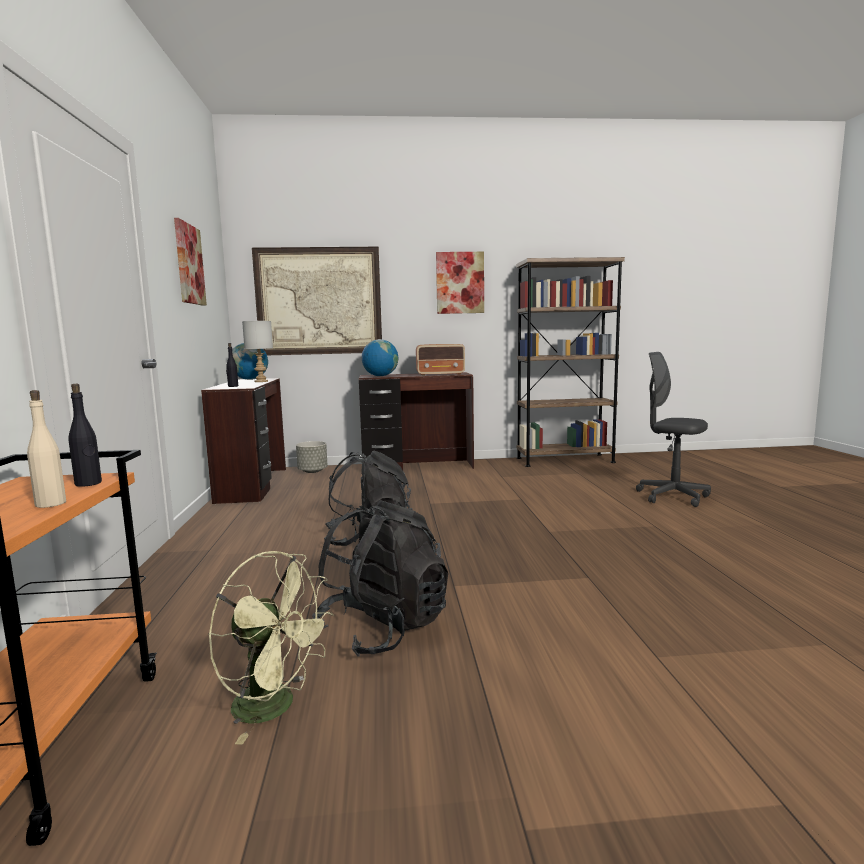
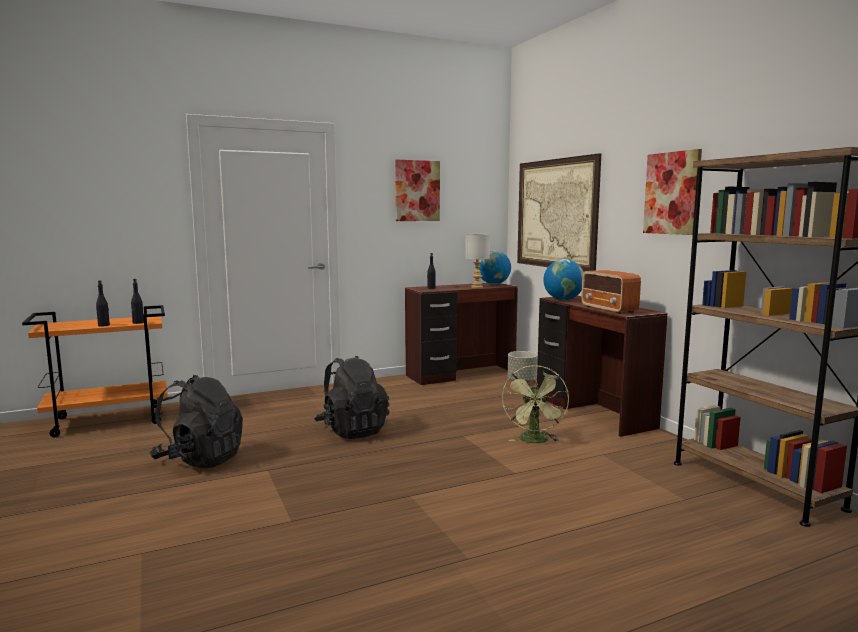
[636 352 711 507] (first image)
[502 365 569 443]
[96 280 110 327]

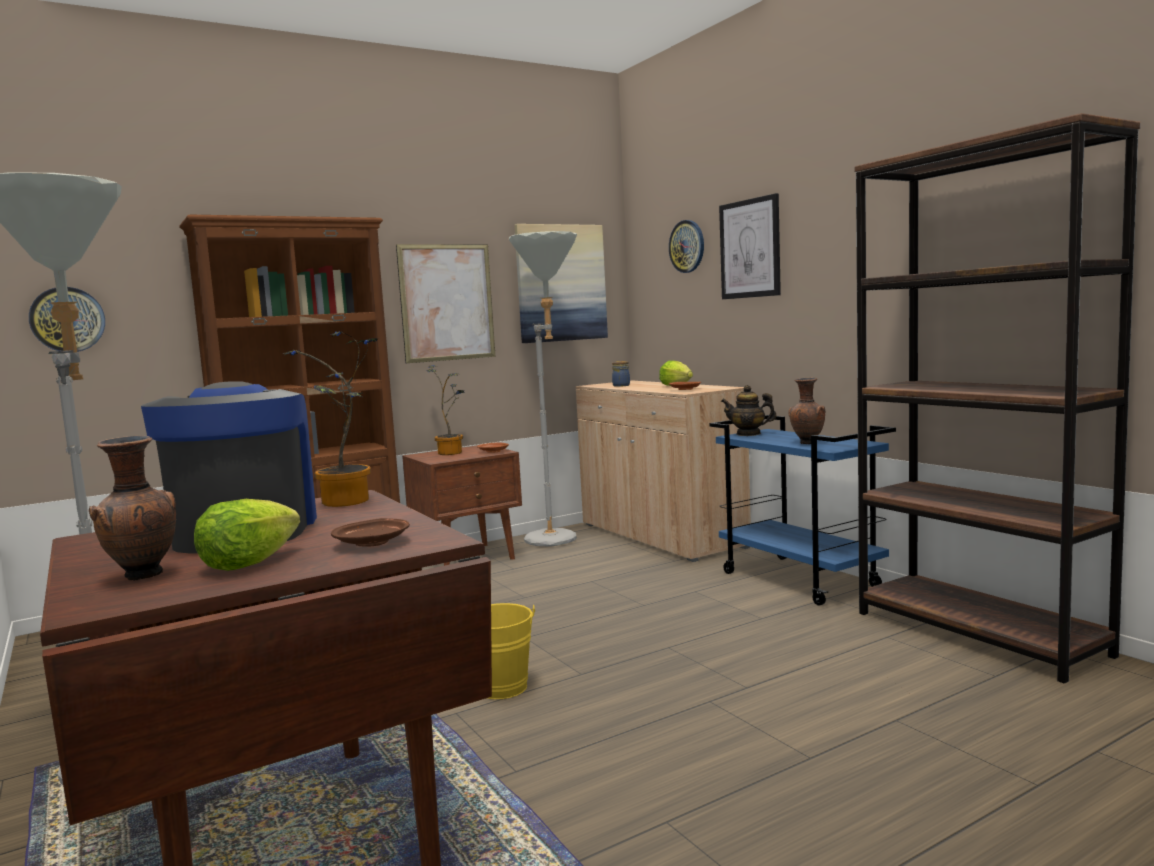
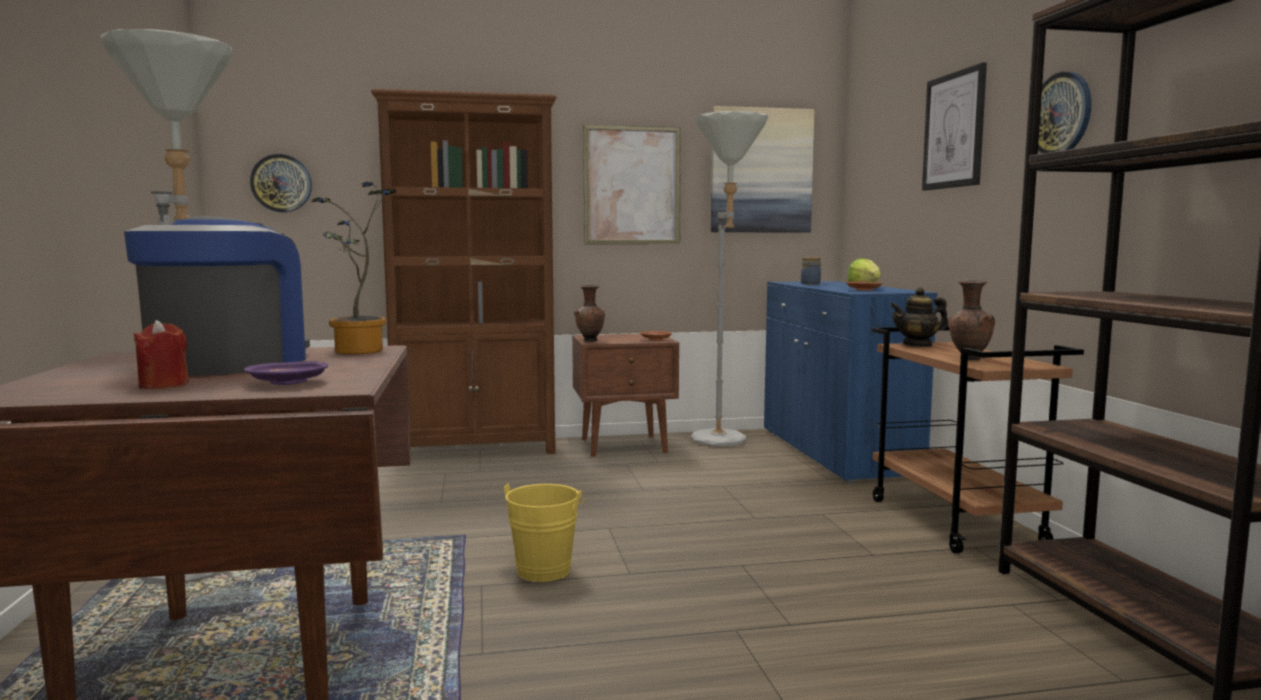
[427 365 464 455] (first image)
[574 285 605 342]
[1038 72 1092 154]
[133 320 189 389]
[244 361 328 385]
[764 281 938 484]
[871 326 1084 553]
[890 287 948 347]

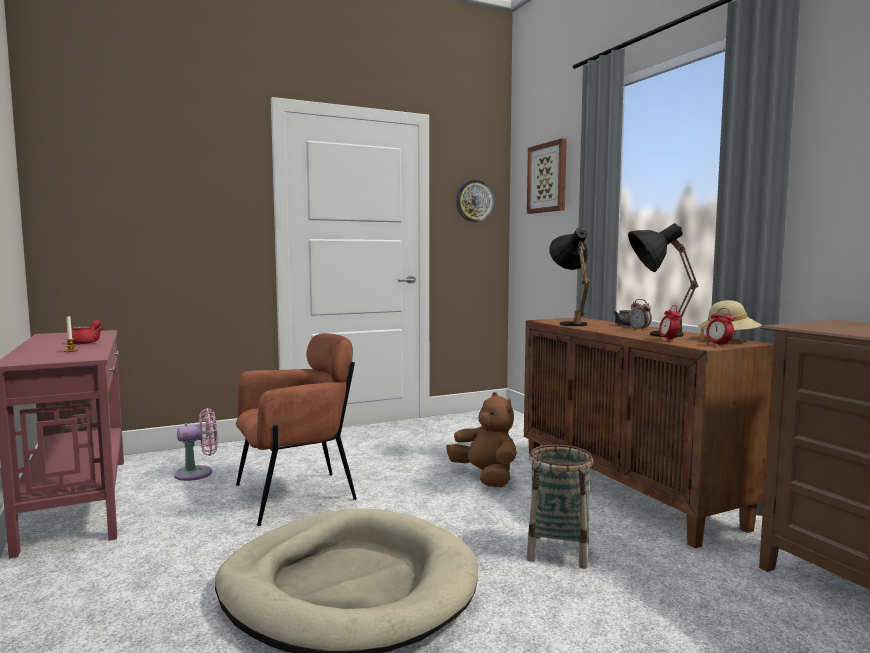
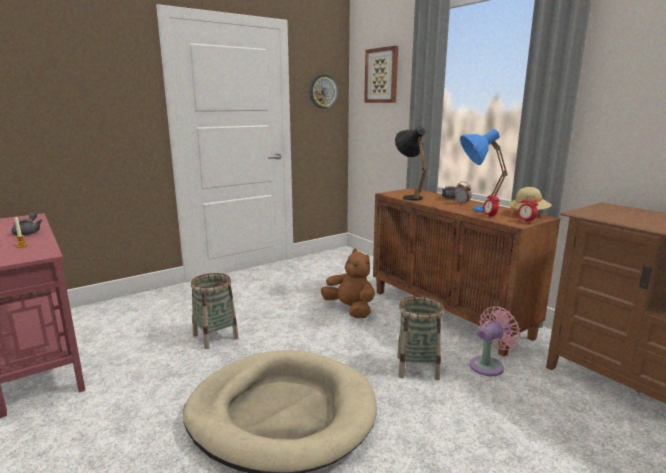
[469 306 521 376]
[191 273 239 349]
[12 212 42 236]
[460 129 508 212]

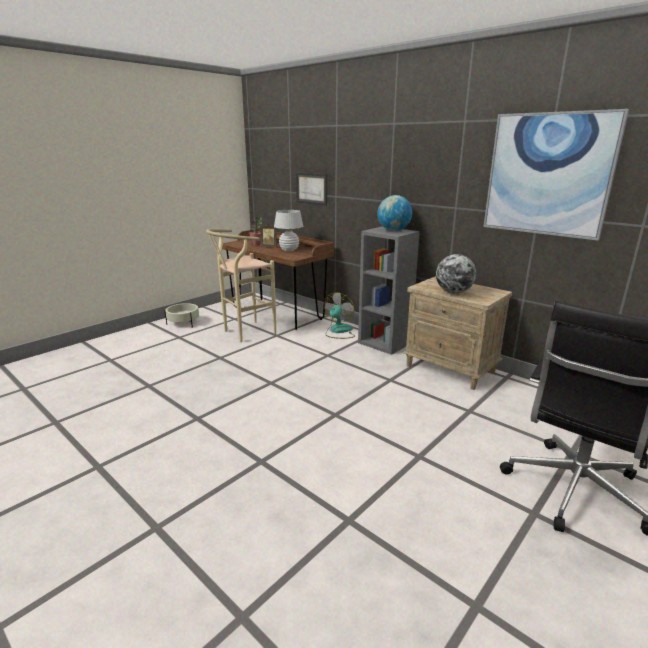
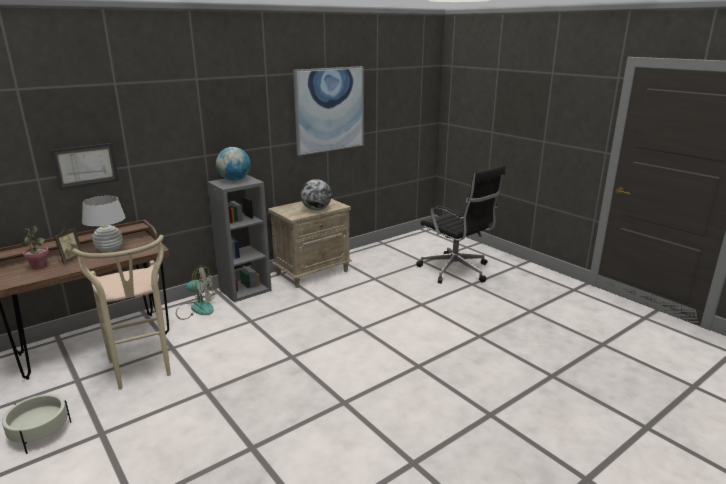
[176 265 216 320]

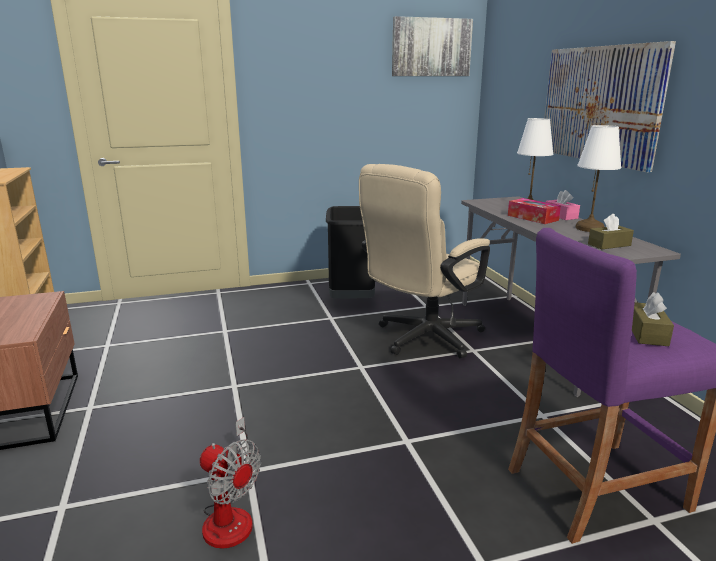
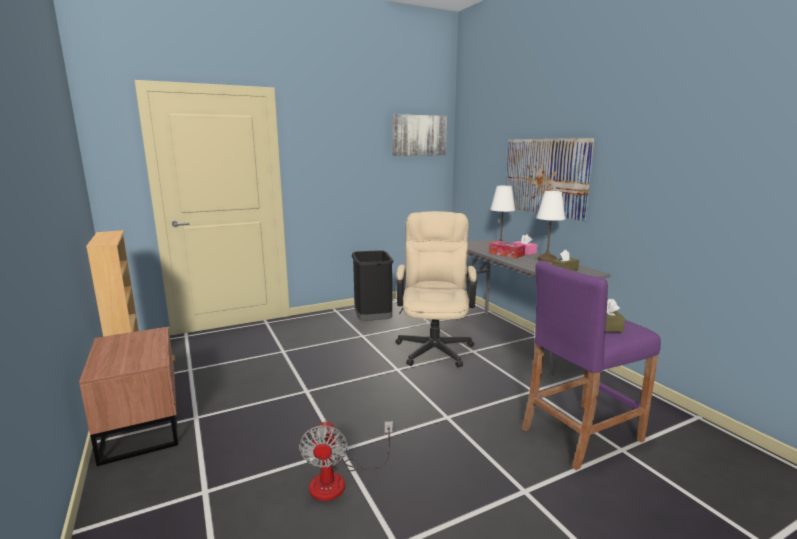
[299 421 393 501]
[395 211 477 368]

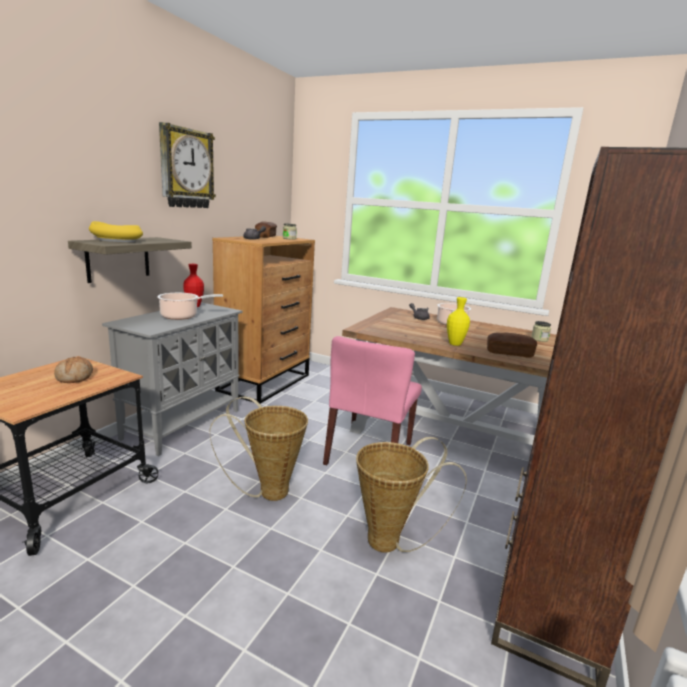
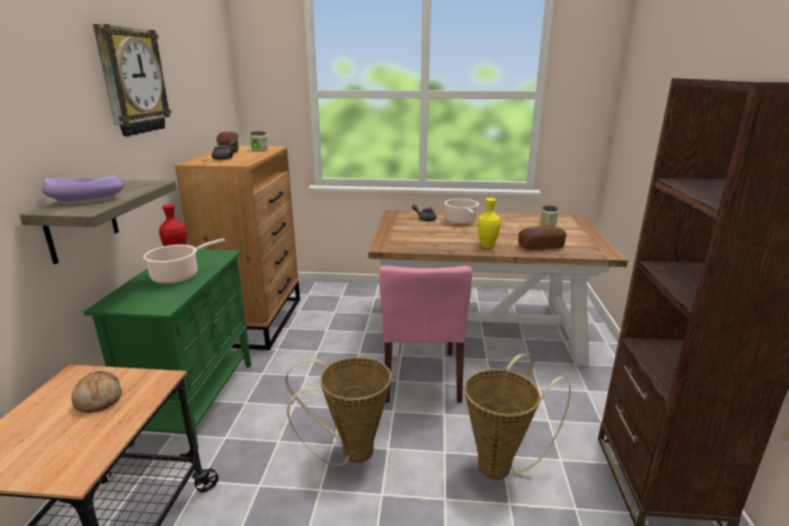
[42 175 123 204]
[83 249 251 448]

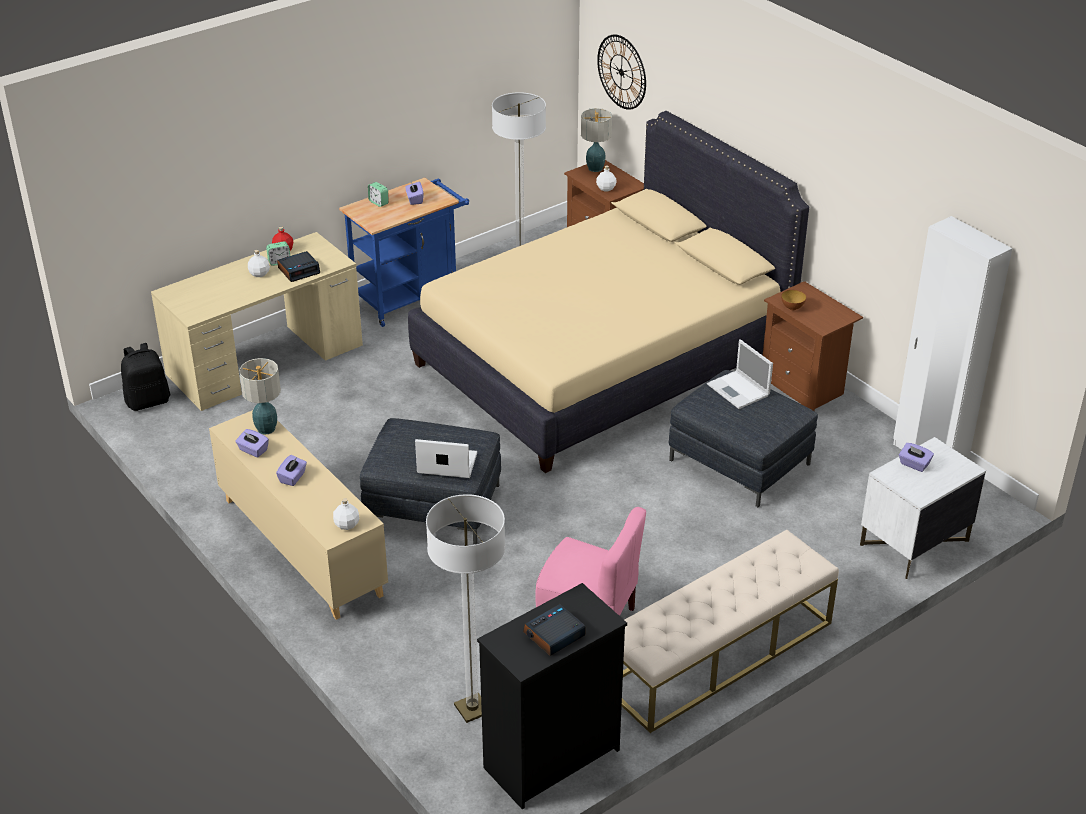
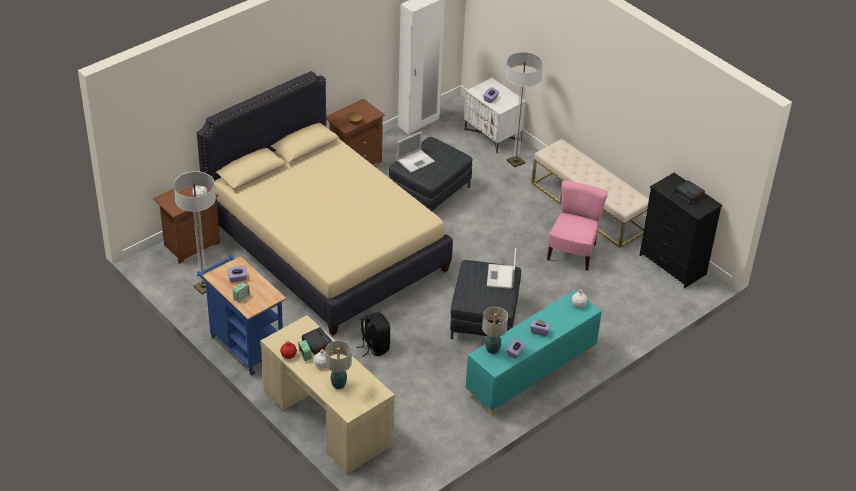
[597 35 646 110] (first image)
[356 312 390 357]
[506 52 543 167]
[325 340 352 389]
[466 290 602 416]

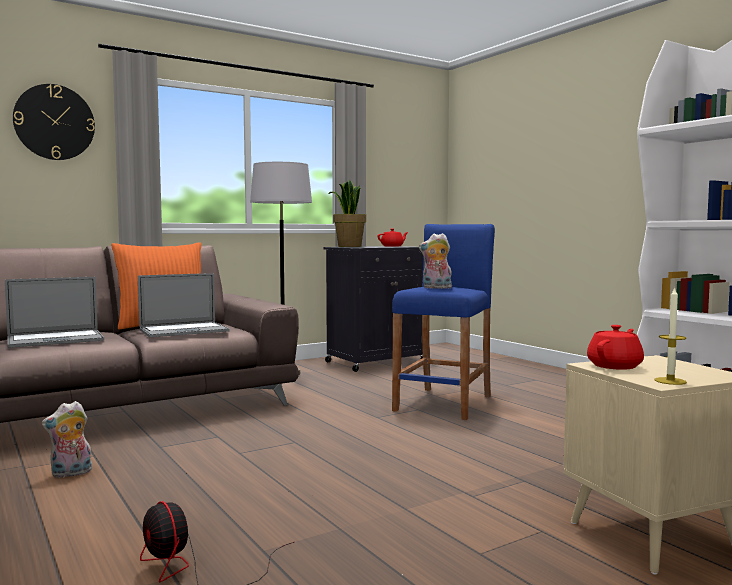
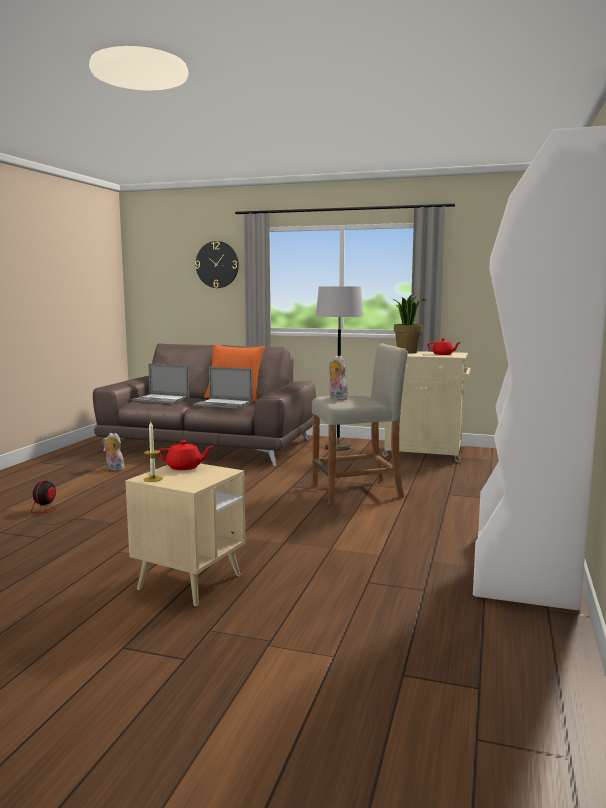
[382 351 471 462]
[312 343 408 505]

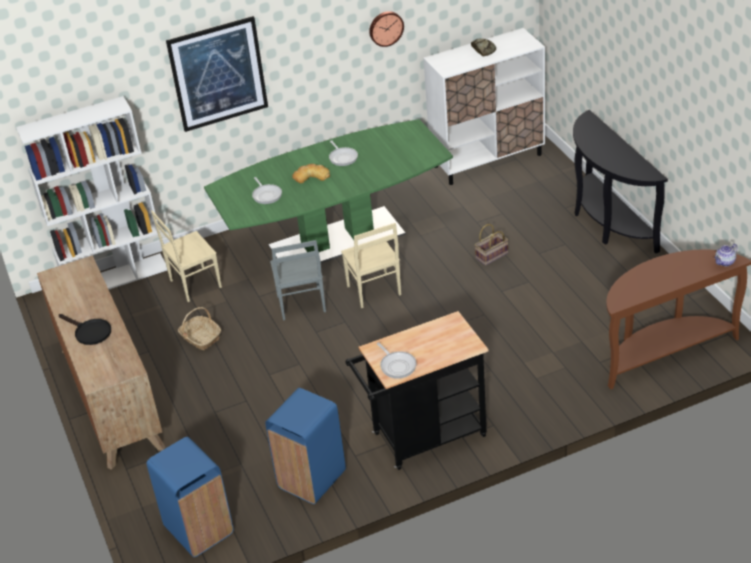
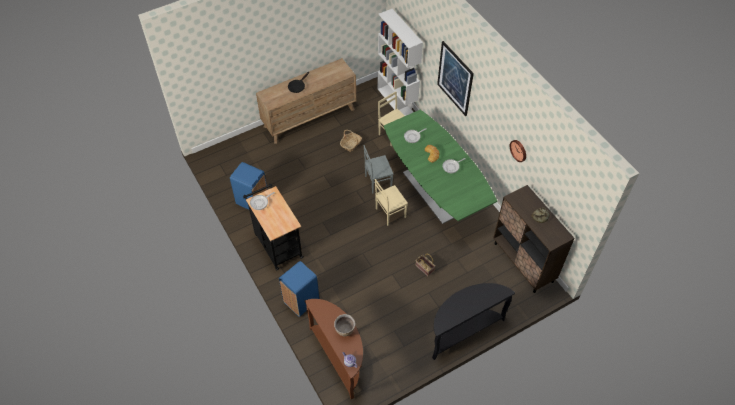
[334 314 355 336]
[279 261 319 317]
[493 185 575 293]

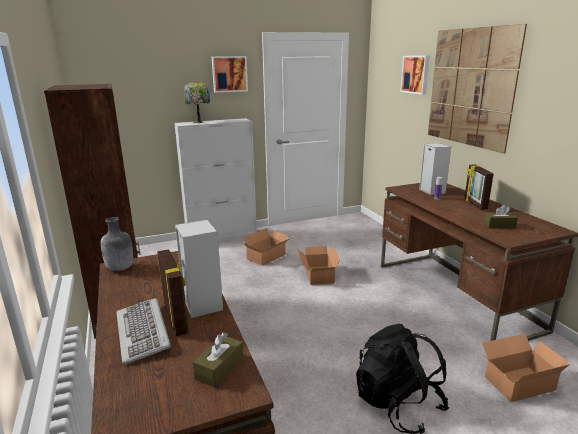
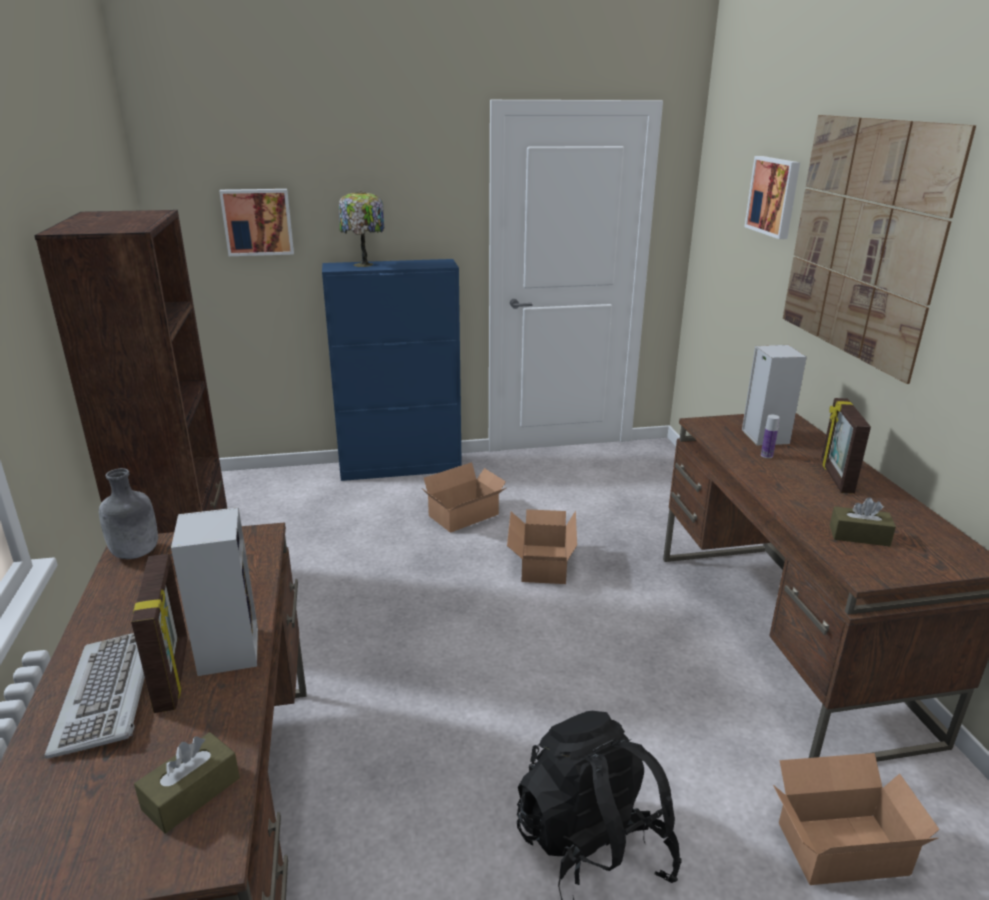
[219 189 294 256]
[322 259 462 481]

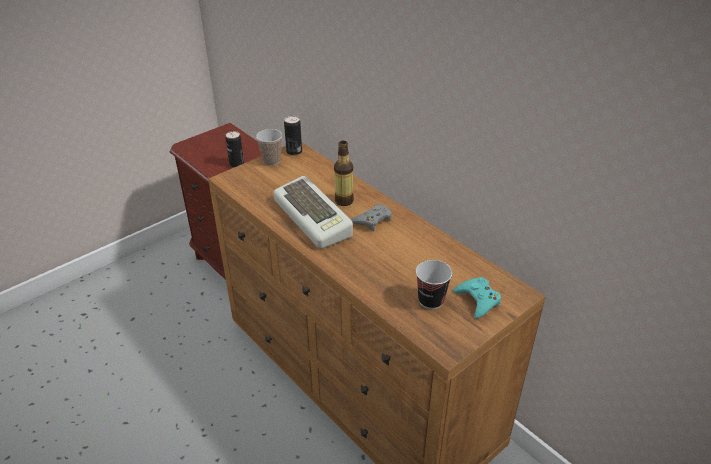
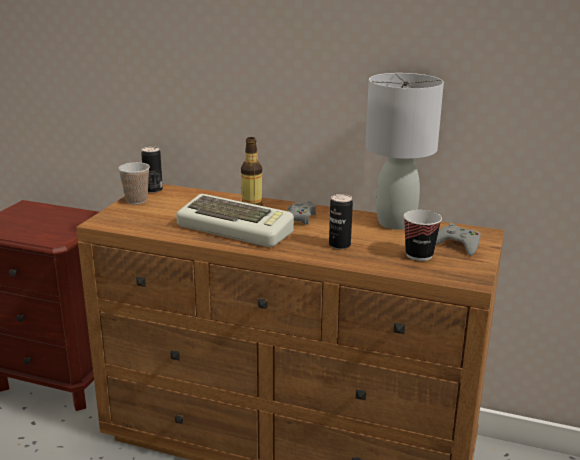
[365 73 444 230]
[329 194 353 249]
[436 223 481 256]

